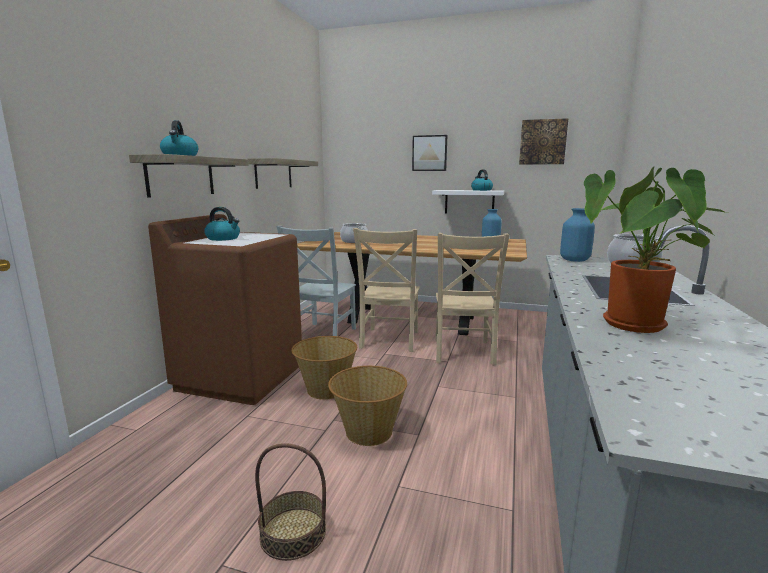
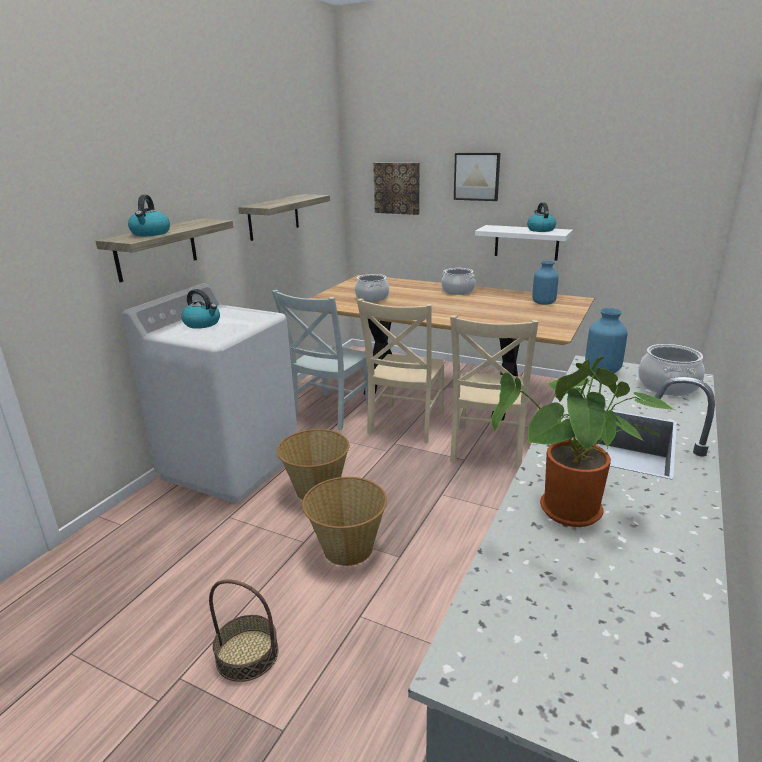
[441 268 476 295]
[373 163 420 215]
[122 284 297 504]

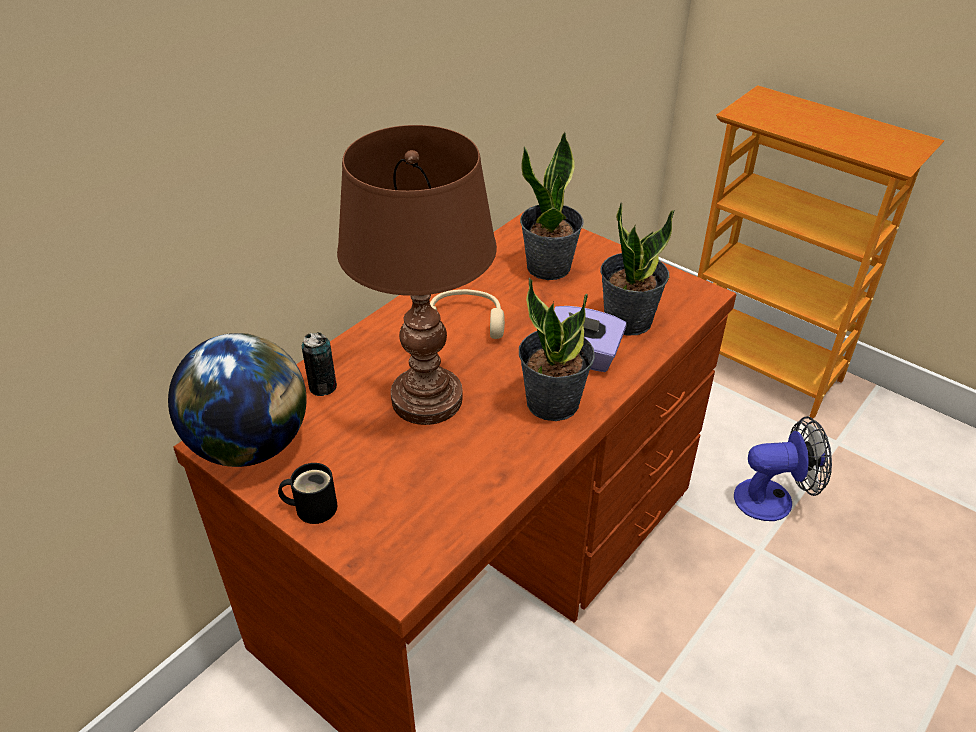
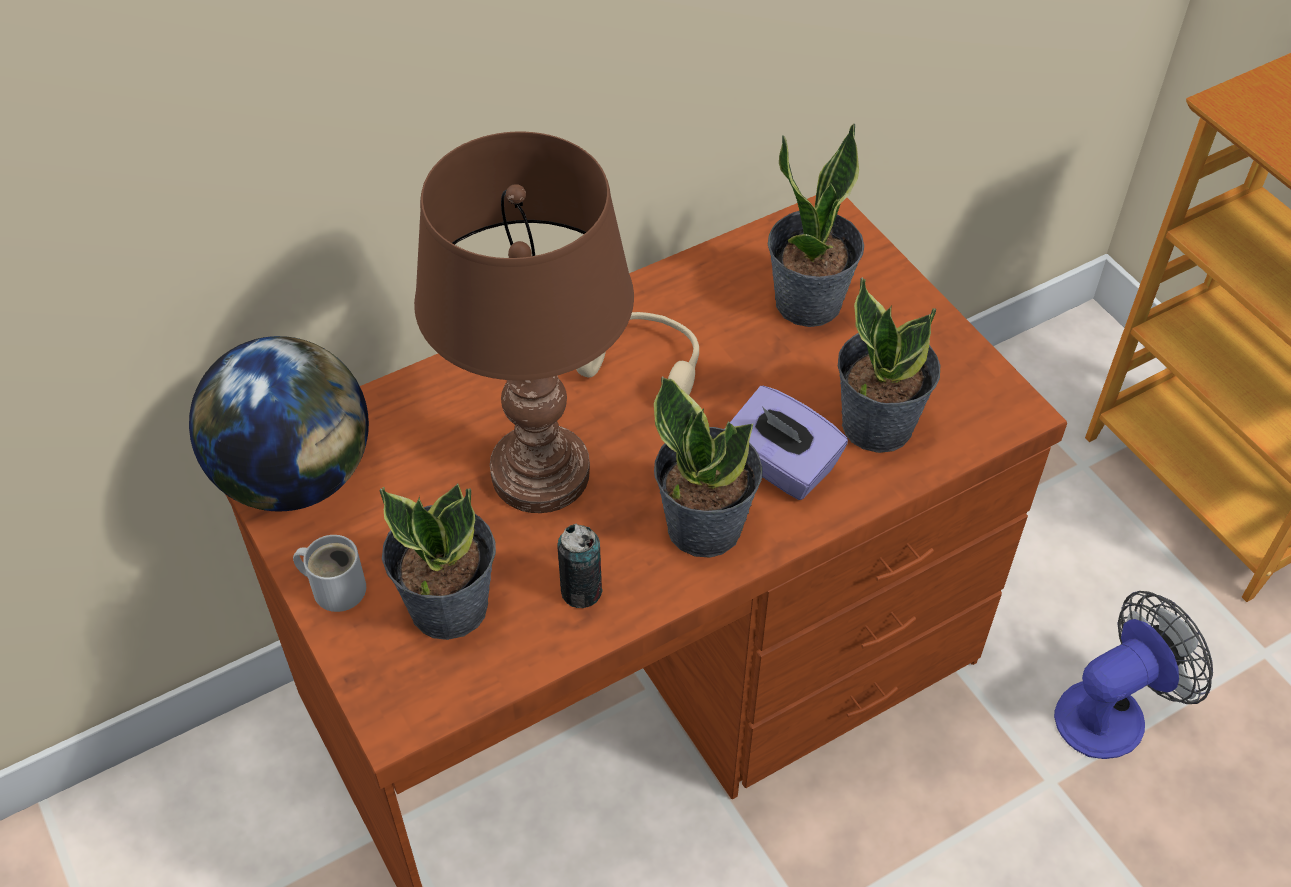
[379 484 496 640]
[557 524 603 608]
[293 535 366 612]
[1054 591 1213 759]

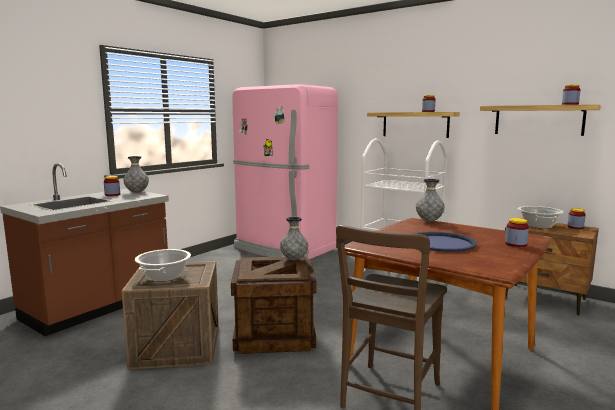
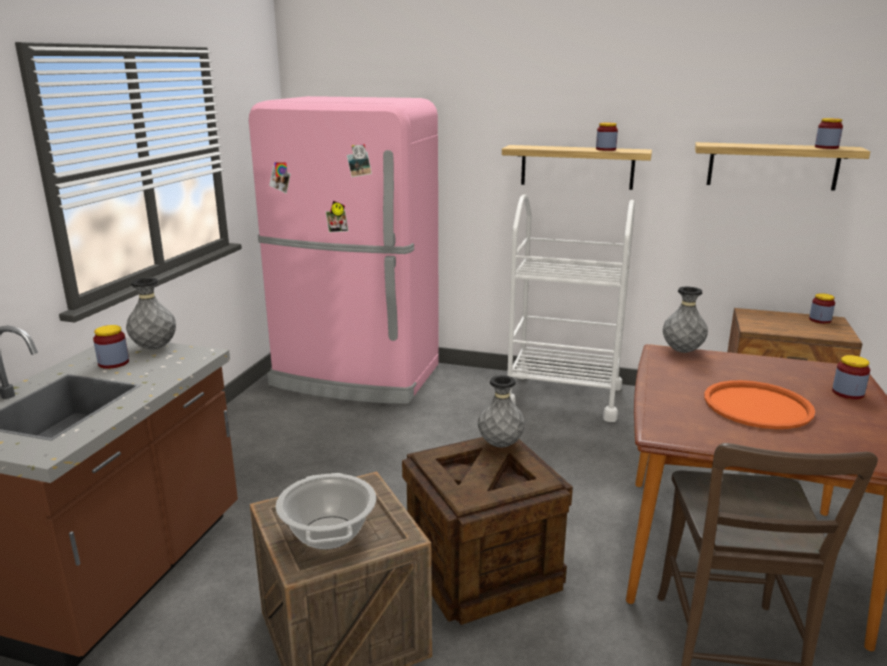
[518 206 564 229] (first image)
[704 380 815 429]

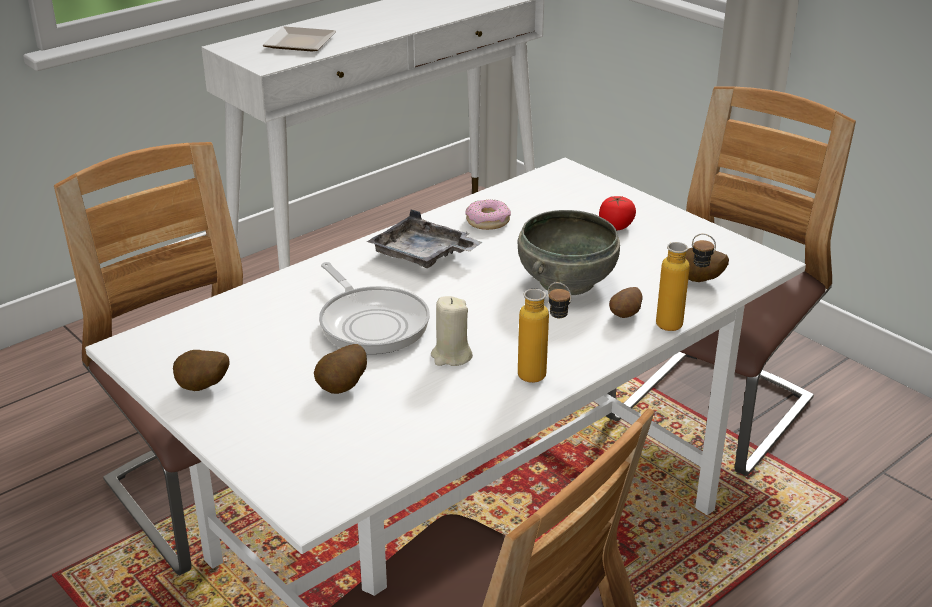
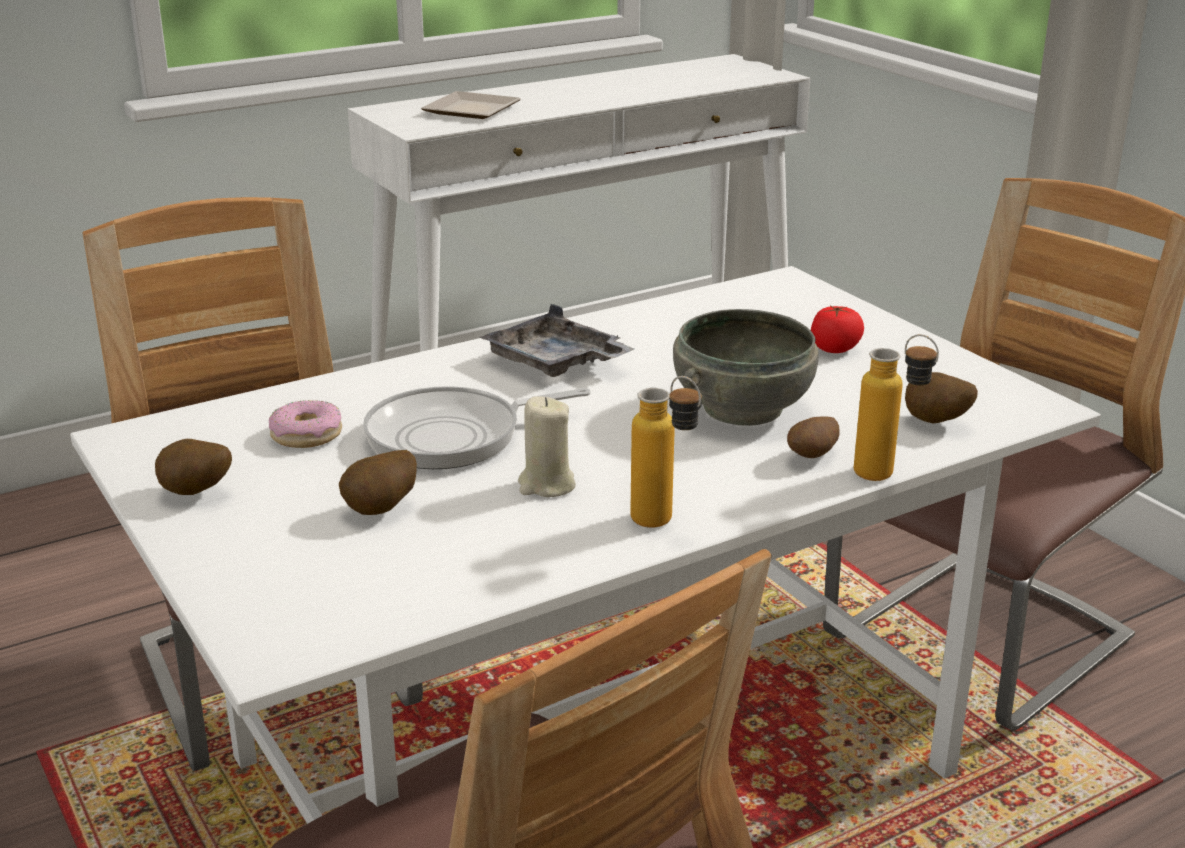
[269 400 342 448]
[363 386 591 469]

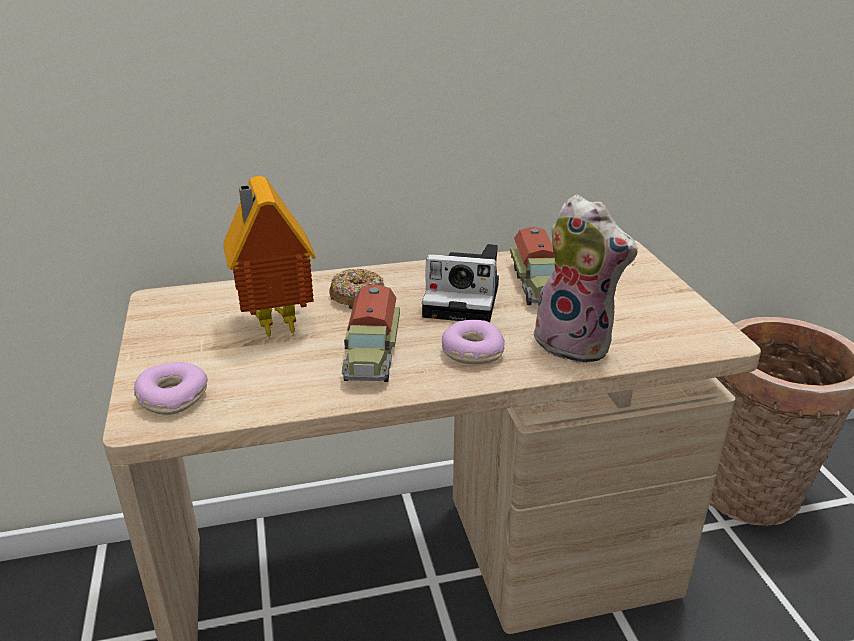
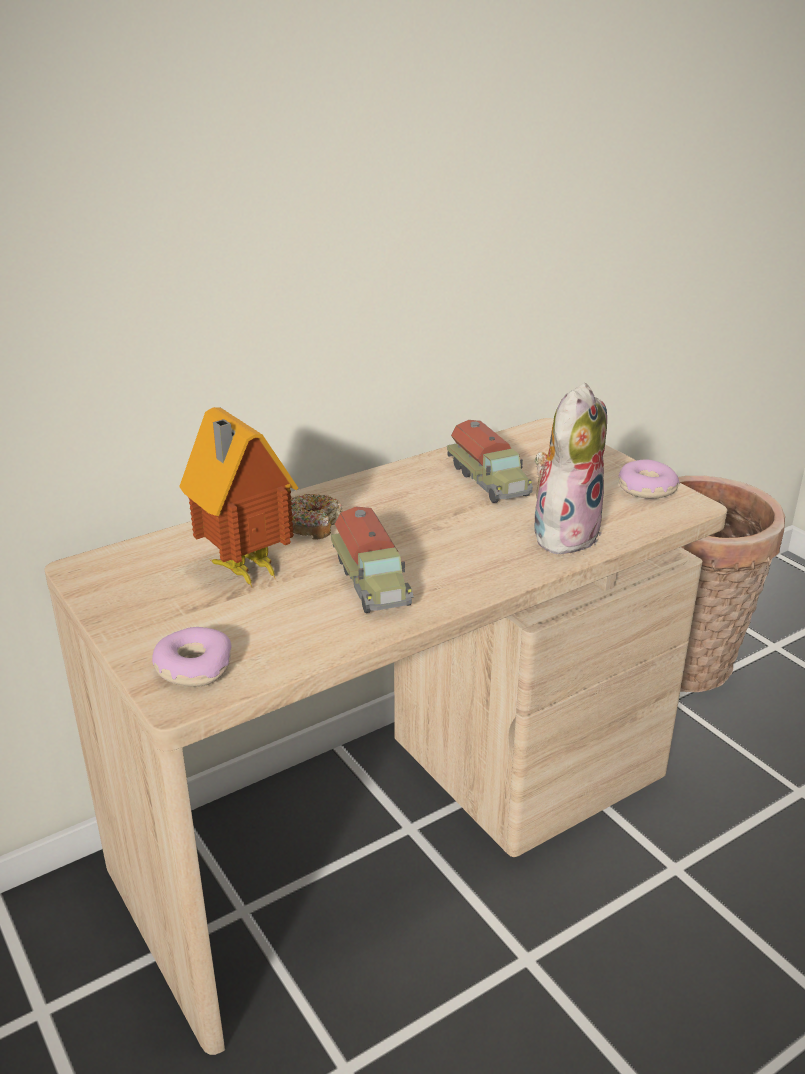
[422 244 499 322] (first image)
[619 460 679 499]
[534 383 607 554]

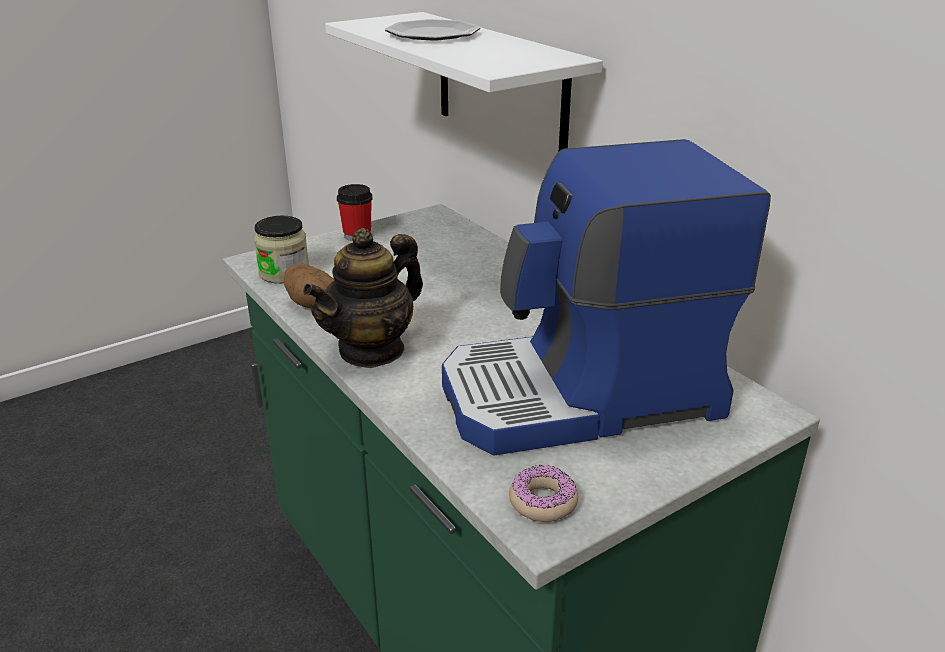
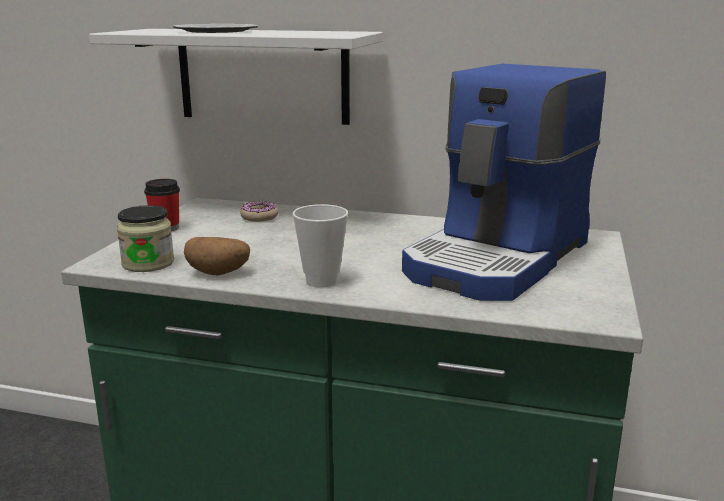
[240 201 278 222]
[293 204 348 288]

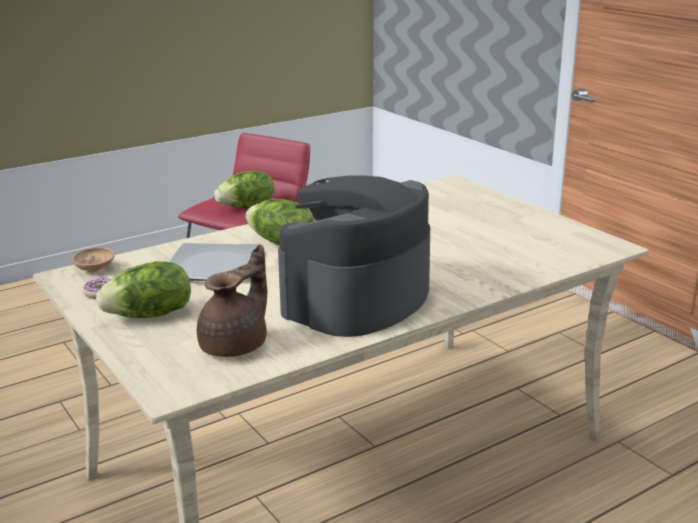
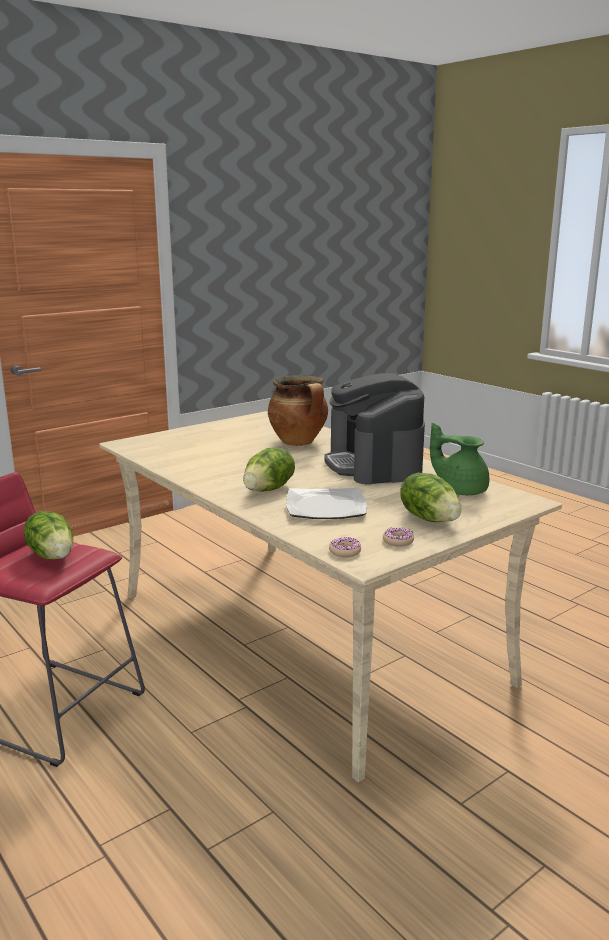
[268 375 328 446]
[329 537 361 557]
[430 423 489 495]
[324 373 425 484]

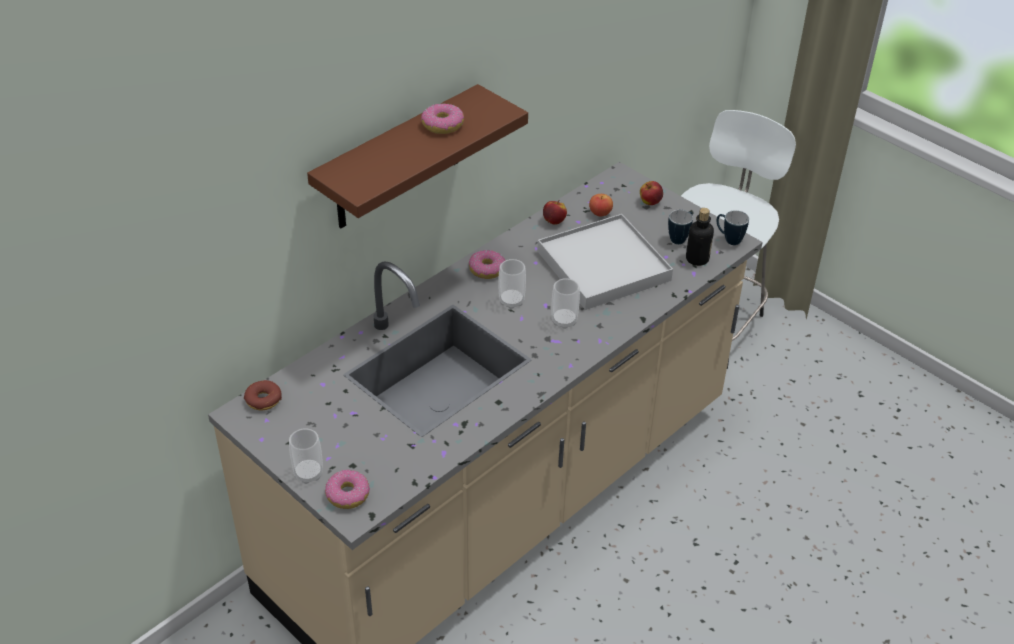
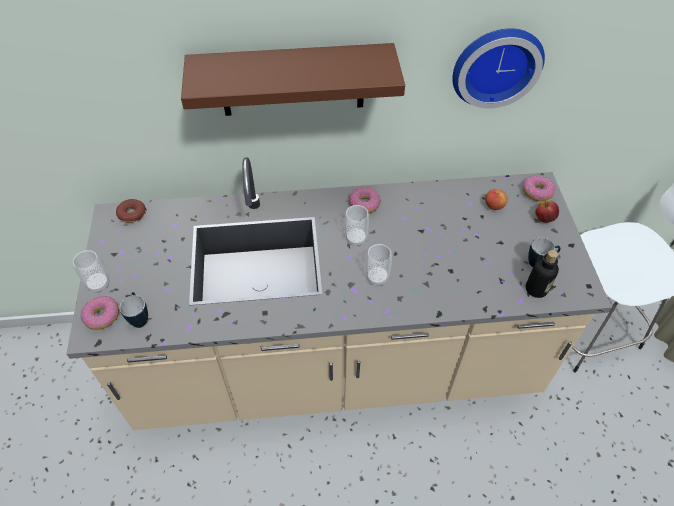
[538 214 673 310] (first image)
[543 200 567 225] (first image)
[452 28 545 109]
[523 175 556 201]
[119 292 148 328]

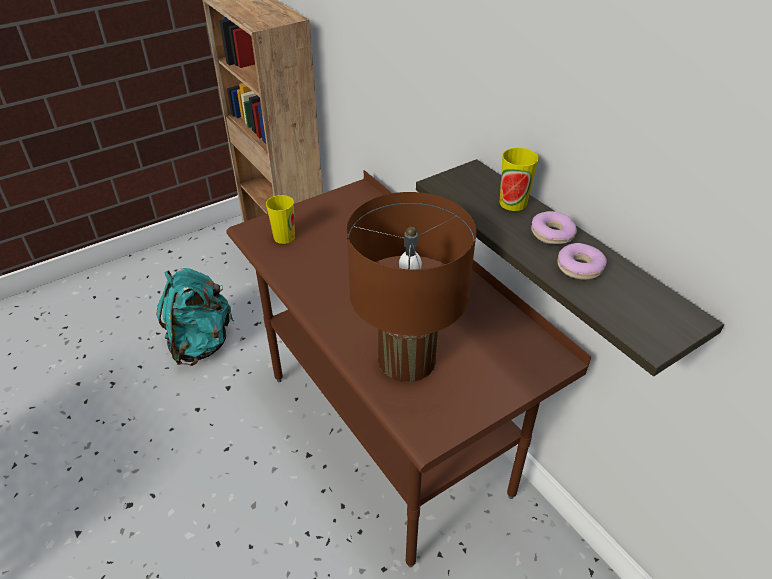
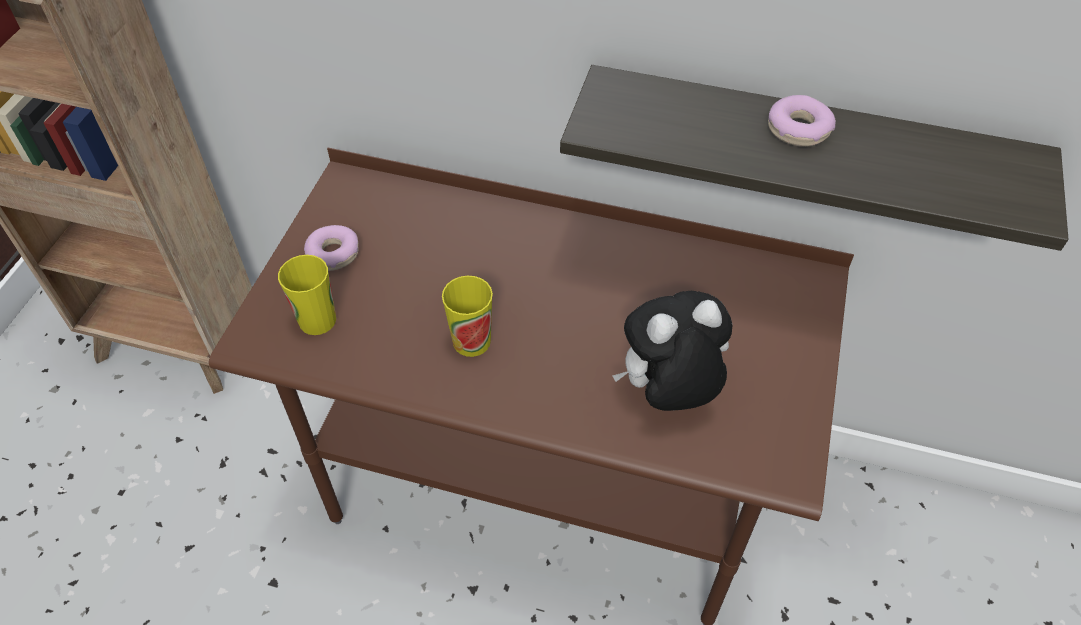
[157 268 234 366] (first image)
[442 276 493 357]
[304 225 359 271]
[612 291 732 411]

